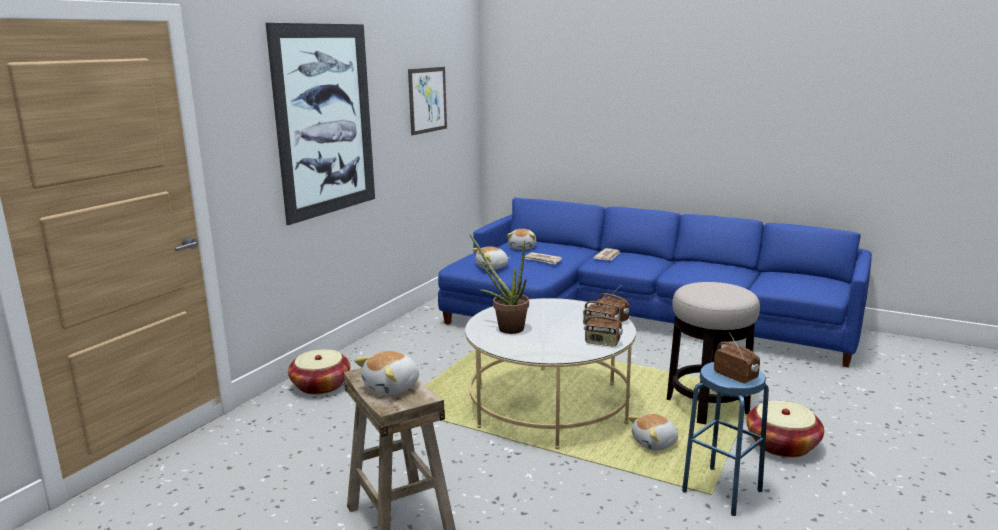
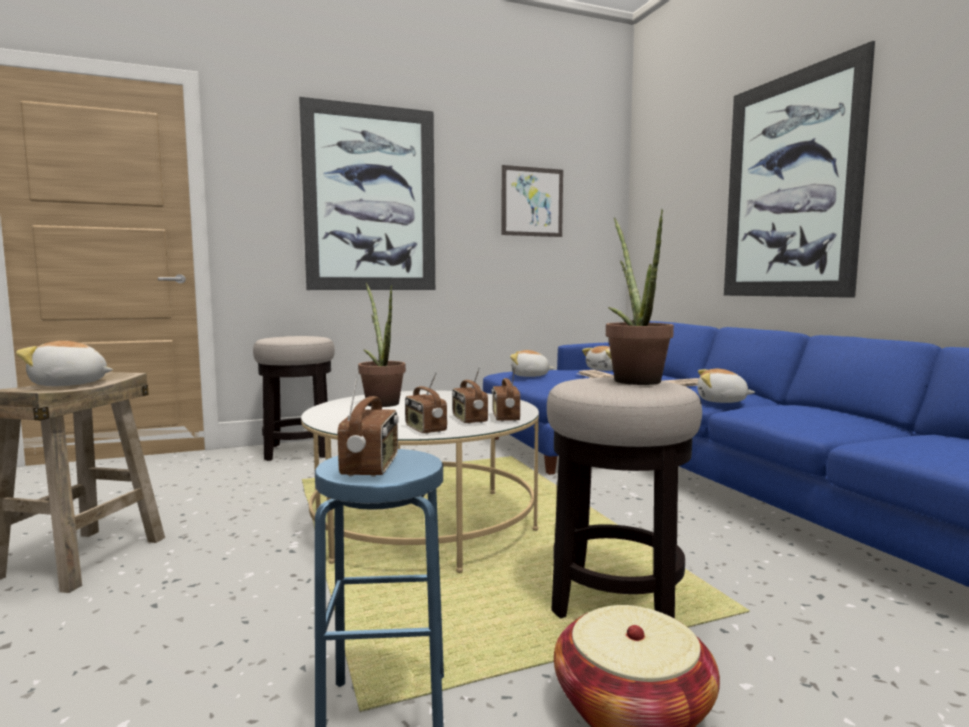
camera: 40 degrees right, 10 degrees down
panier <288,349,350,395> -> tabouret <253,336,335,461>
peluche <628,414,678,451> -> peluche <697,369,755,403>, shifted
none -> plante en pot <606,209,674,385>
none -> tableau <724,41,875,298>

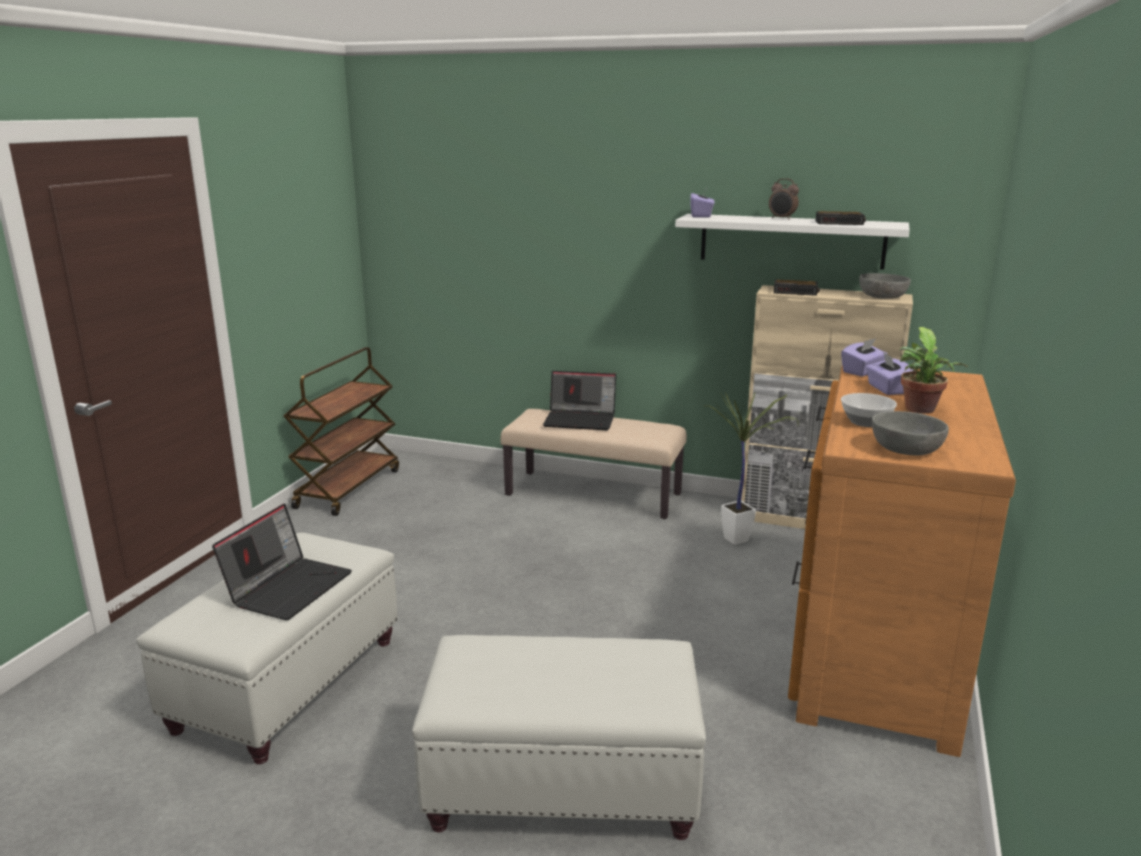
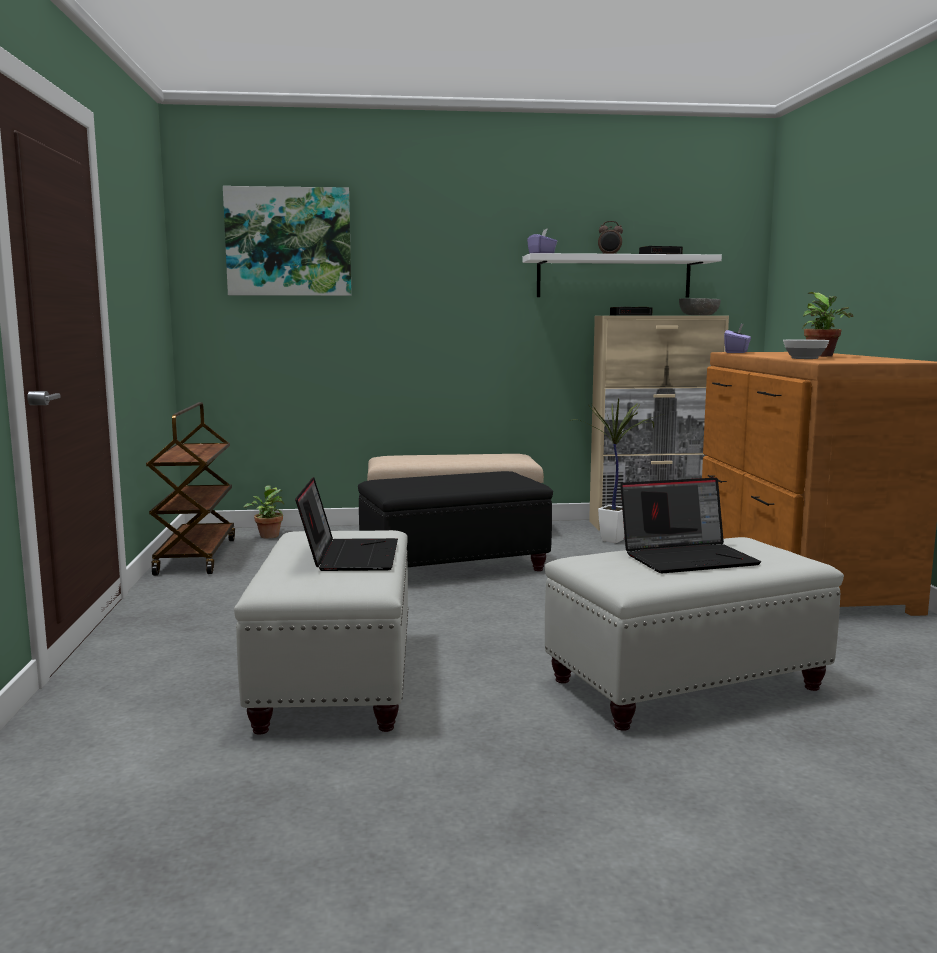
camera: 25 degrees left, 10 degrees down
ordinateur portable <543,371,616,430> -> ordinateur portable <620,478,761,573>, shifted
boîte à mouchoirs (violet) <866,352,913,395> -> none
bol (gris) <872,411,949,455> -> none
none -> tableau <223,186,352,296>
none -> plante en pot <243,485,285,538>
none -> pouf (noir) <358,471,553,571>

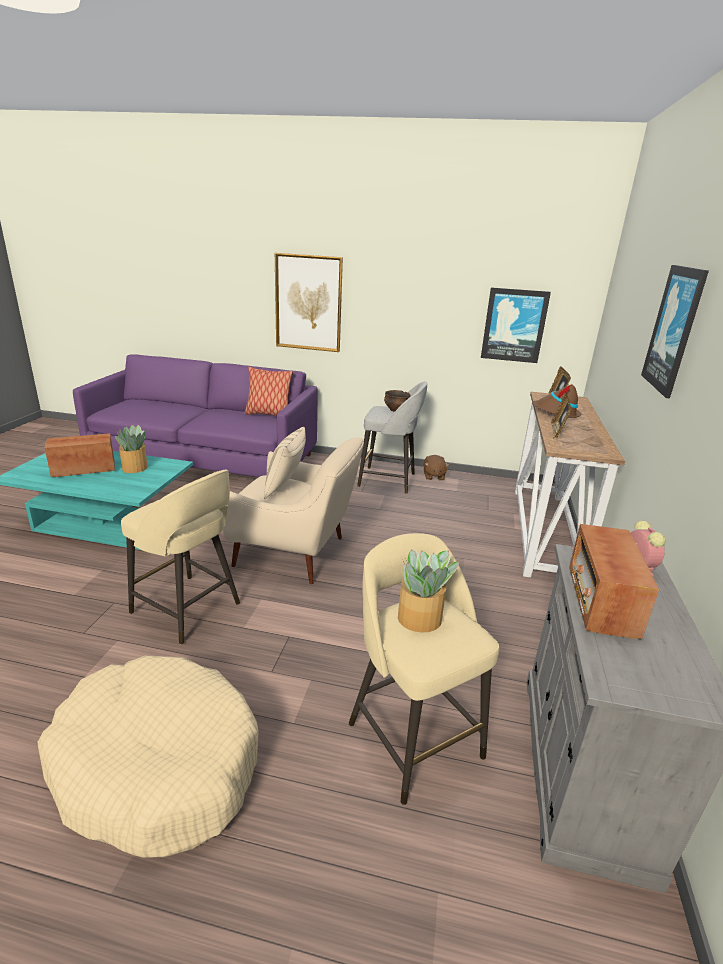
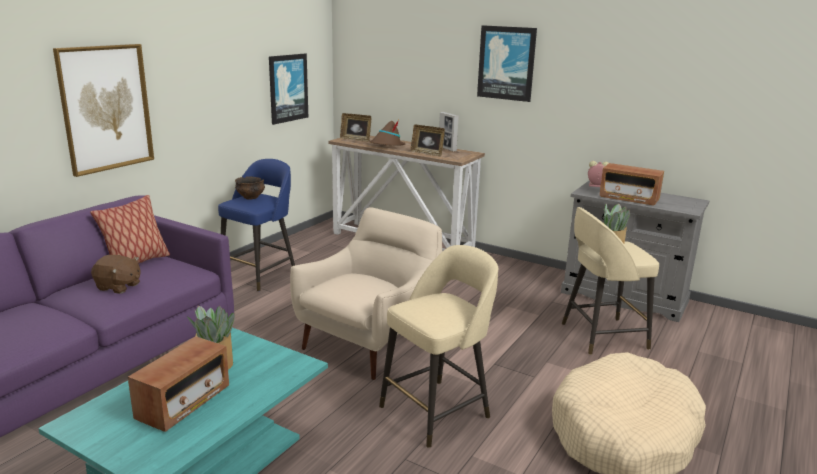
camera: 70 degrees left, 5 degrees down
radio <45,433,115,477> -> radio <128,336,229,432>, 150 degrees counterclockwise
coussin (beige) <264,427,306,499> -> none
tabouret (gris) <357,381,427,494> -> tabouret (bleu) <218,159,295,291>
peluche (marron) <424,455,449,480> -> peluche (marron) <91,255,140,294>, shifted
none -> cadre photo <439,112,459,152>

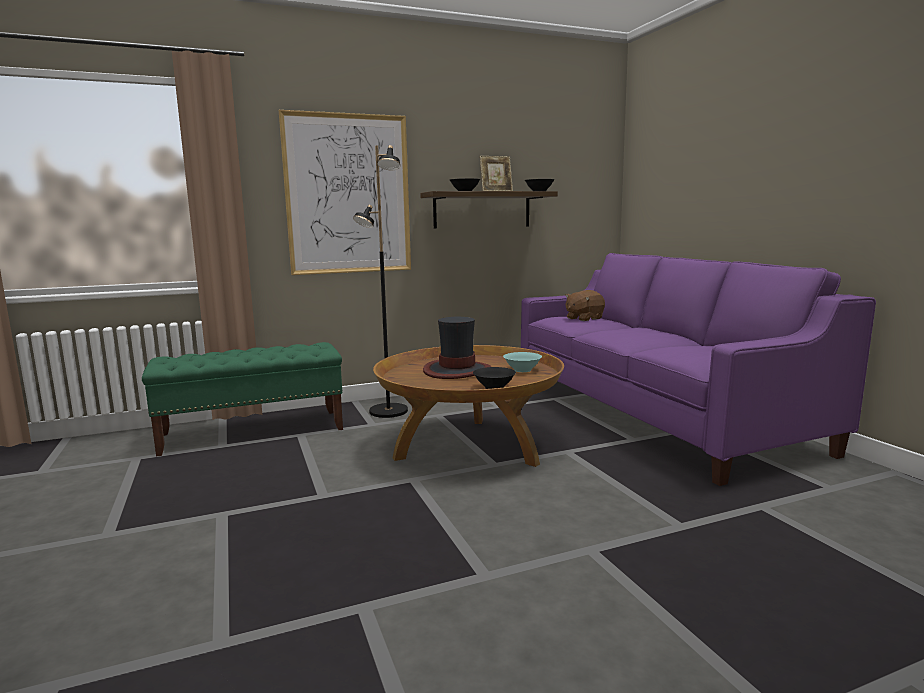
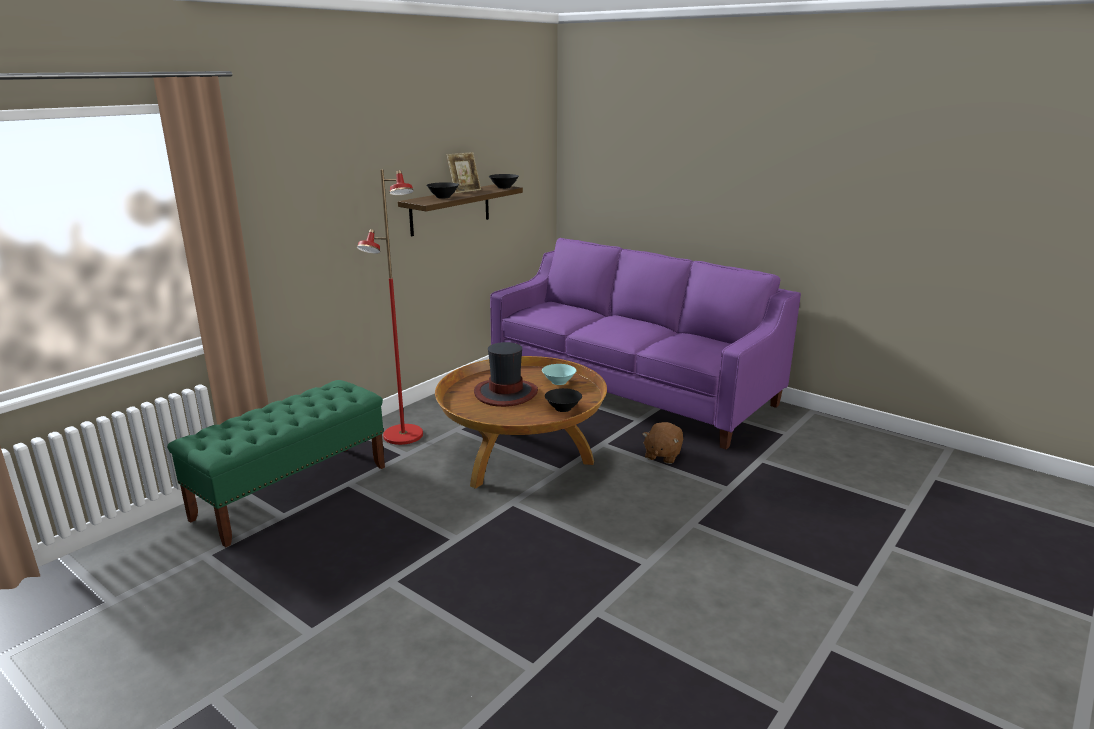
camera: 30 degrees left, 10 degrees up
tableau <279,110,411,275> -> none
lampadaire (noir) <353,145,408,418> -> lampadaire (rouge) <357,169,423,445>
peluche (marron) <565,290,605,321> -> peluche (marron) <643,422,683,464>, shifted

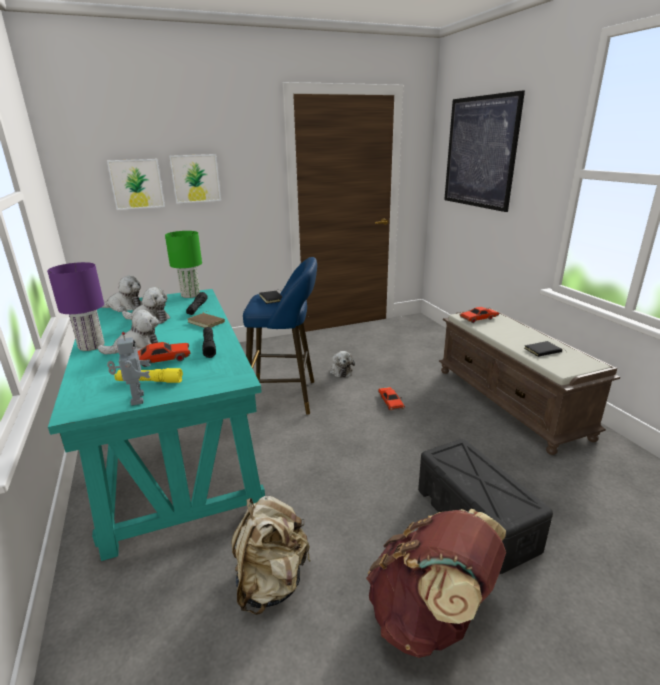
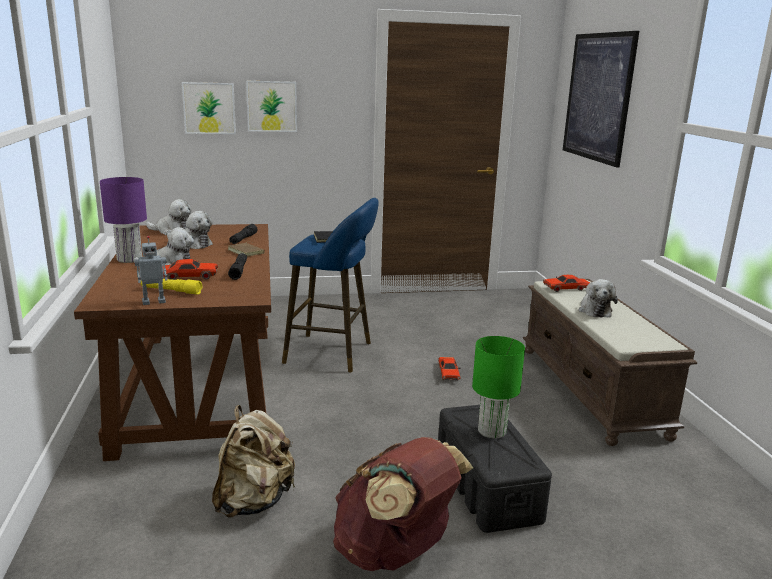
camera: 10 degrees right, 5 degrees down
bureau (turquoise) <48,289,265,561> -> bureau (marron) <74,224,271,461>
robot jouet <107,332,151,406> -> robot jouet <134,236,168,305>, 75 degrees clockwise
lampe de table (vert) <165,231,202,298> -> lampe de table (vert) <472,336,525,439>, shifted
peluche <330,351,355,378> -> peluche <578,279,618,318>, shifted
livre (noir) <524,341,567,357> -> none

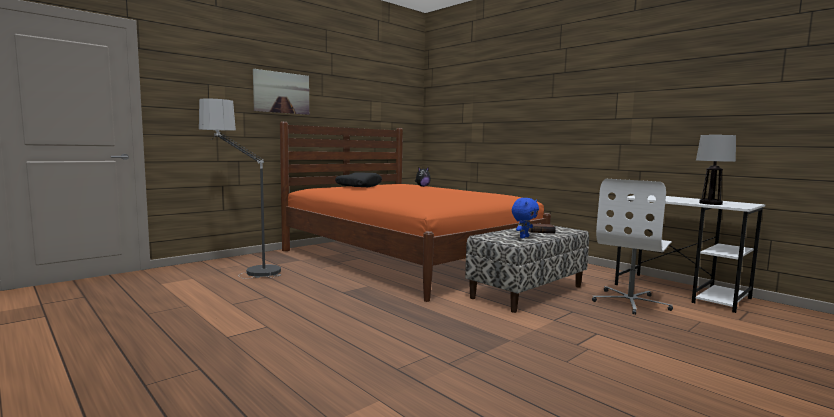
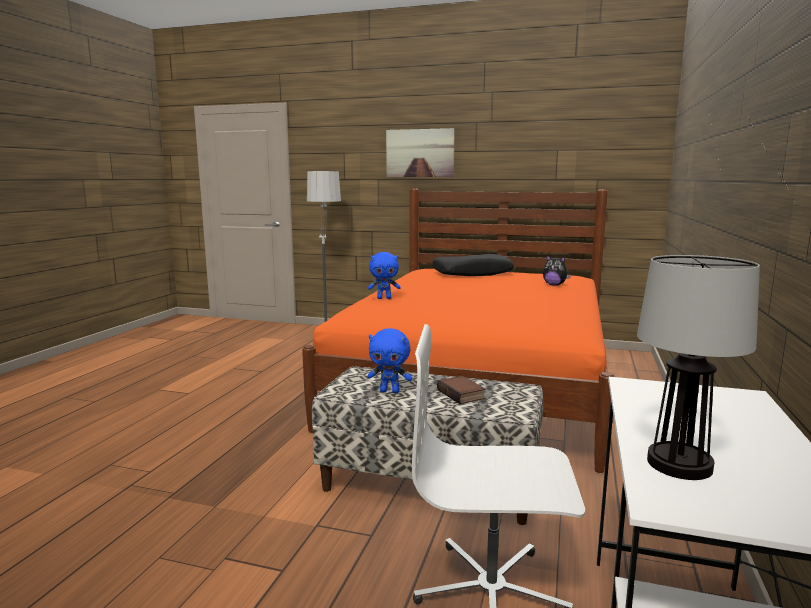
camera: 60 degrees right, 5 degrees up
none -> peluche (bleu) <368,252,401,299>

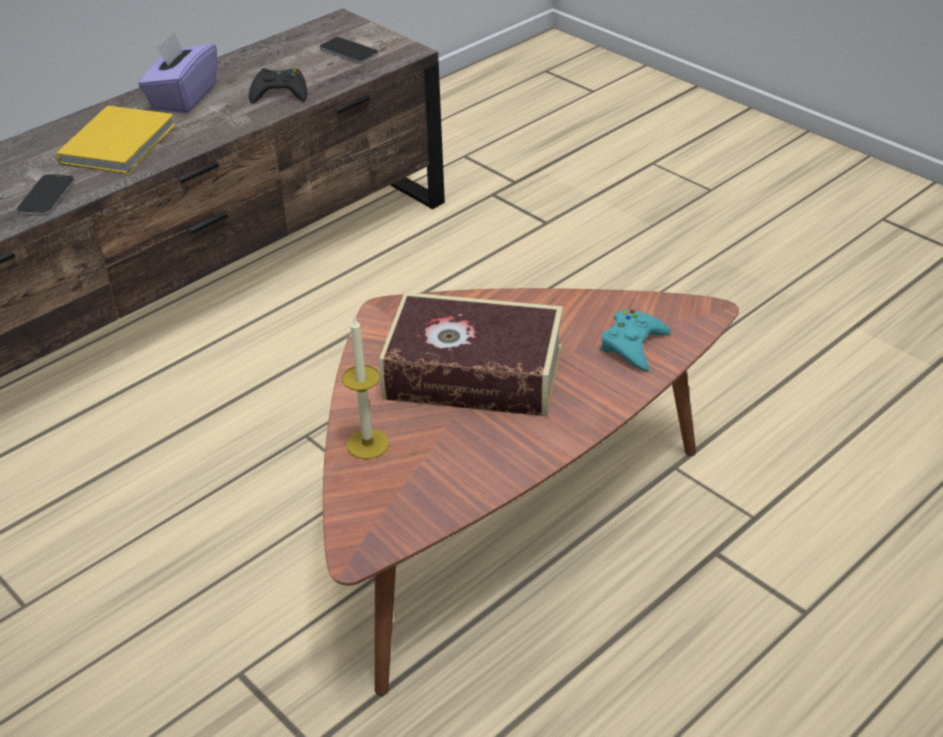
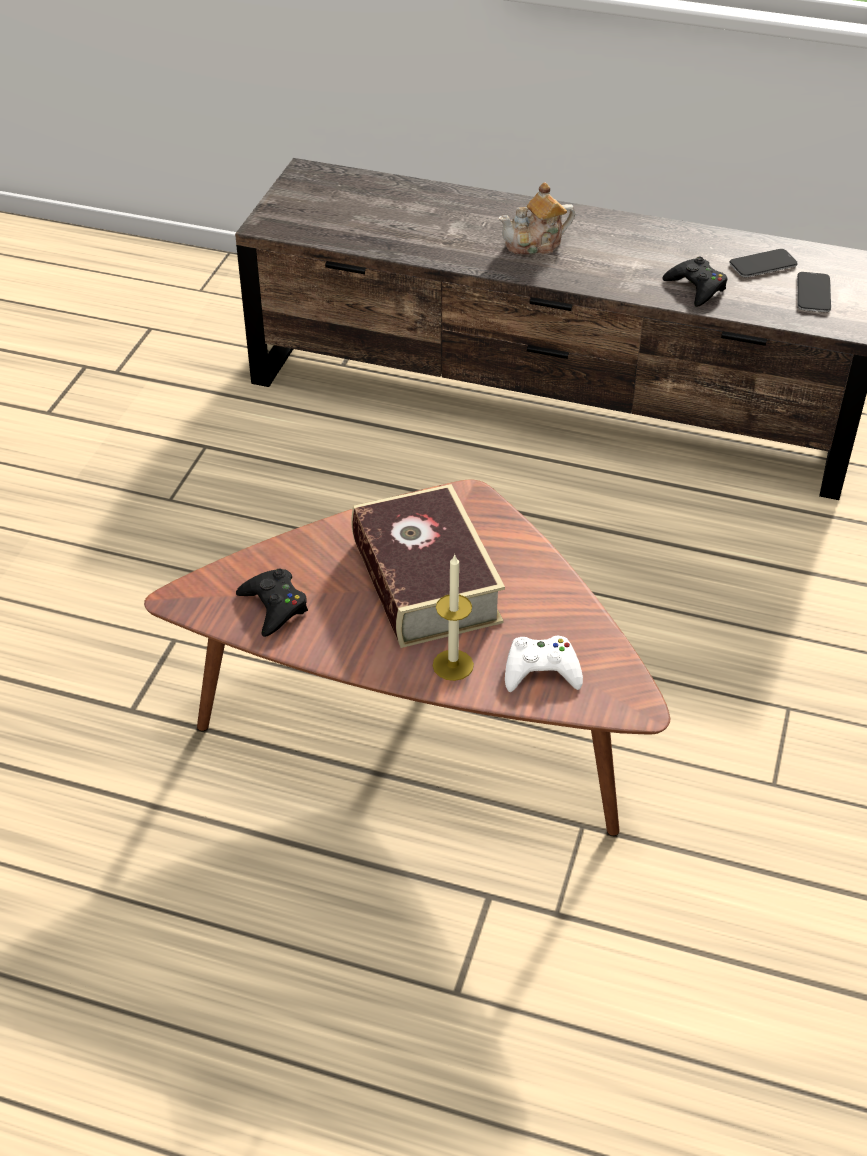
camera: 60 degrees right, 5 degrees up
téléphone <16,174,74,215> -> téléphone <729,249,798,277>, shifted
livre (jaune) <56,106,175,174> -> théière <499,182,575,255>
boîte à mouchoirs (violet) <138,31,217,114> -> none
bougie <342,316,389,459> -> bougie <433,554,474,681>, shifted
manette (turquoise) <601,310,671,371> -> manette (blanc) <505,636,583,692>
none -> manette (noir) <236,569,308,637>

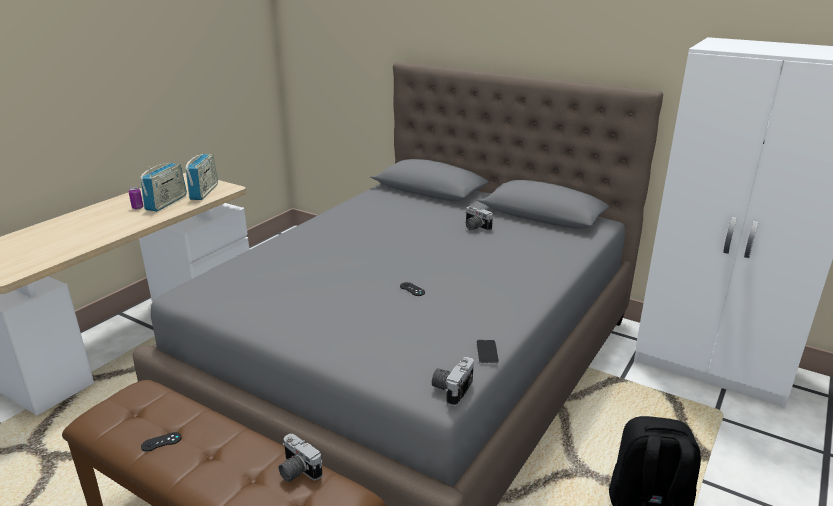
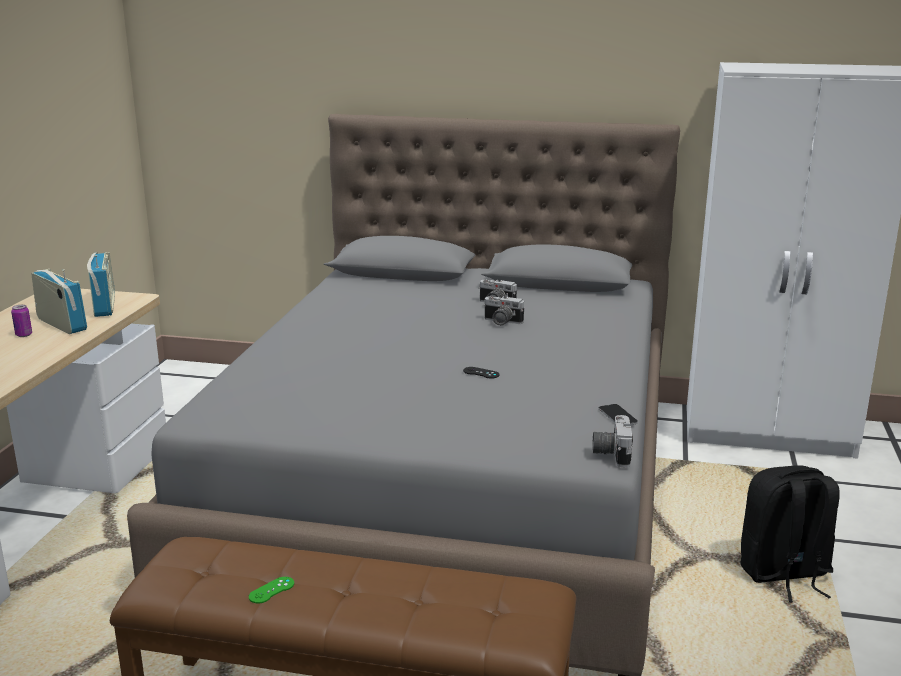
camera: 20 degrees left, 5 degrees down
radio <140,163,187,212> -> radio <31,269,87,334>, 45 degrees counterclockwise
manette (noir) <141,432,182,452> -> manette (vert) <249,577,294,603>
appareil photo <279,434,323,482> -> appareil photo <483,296,525,326>, shifted

